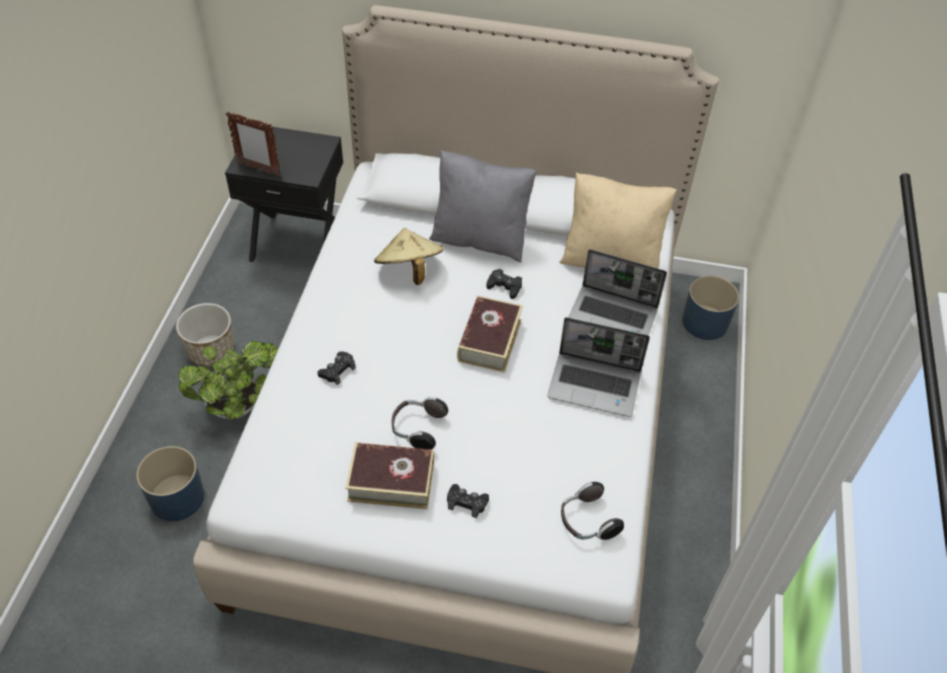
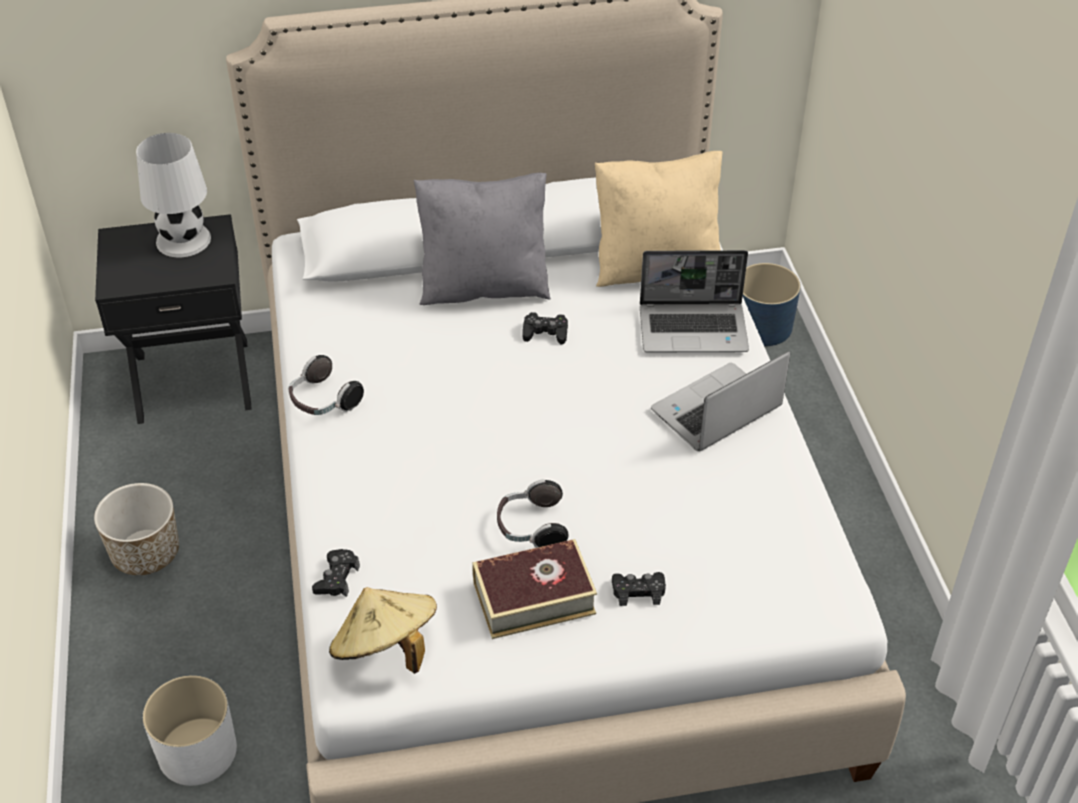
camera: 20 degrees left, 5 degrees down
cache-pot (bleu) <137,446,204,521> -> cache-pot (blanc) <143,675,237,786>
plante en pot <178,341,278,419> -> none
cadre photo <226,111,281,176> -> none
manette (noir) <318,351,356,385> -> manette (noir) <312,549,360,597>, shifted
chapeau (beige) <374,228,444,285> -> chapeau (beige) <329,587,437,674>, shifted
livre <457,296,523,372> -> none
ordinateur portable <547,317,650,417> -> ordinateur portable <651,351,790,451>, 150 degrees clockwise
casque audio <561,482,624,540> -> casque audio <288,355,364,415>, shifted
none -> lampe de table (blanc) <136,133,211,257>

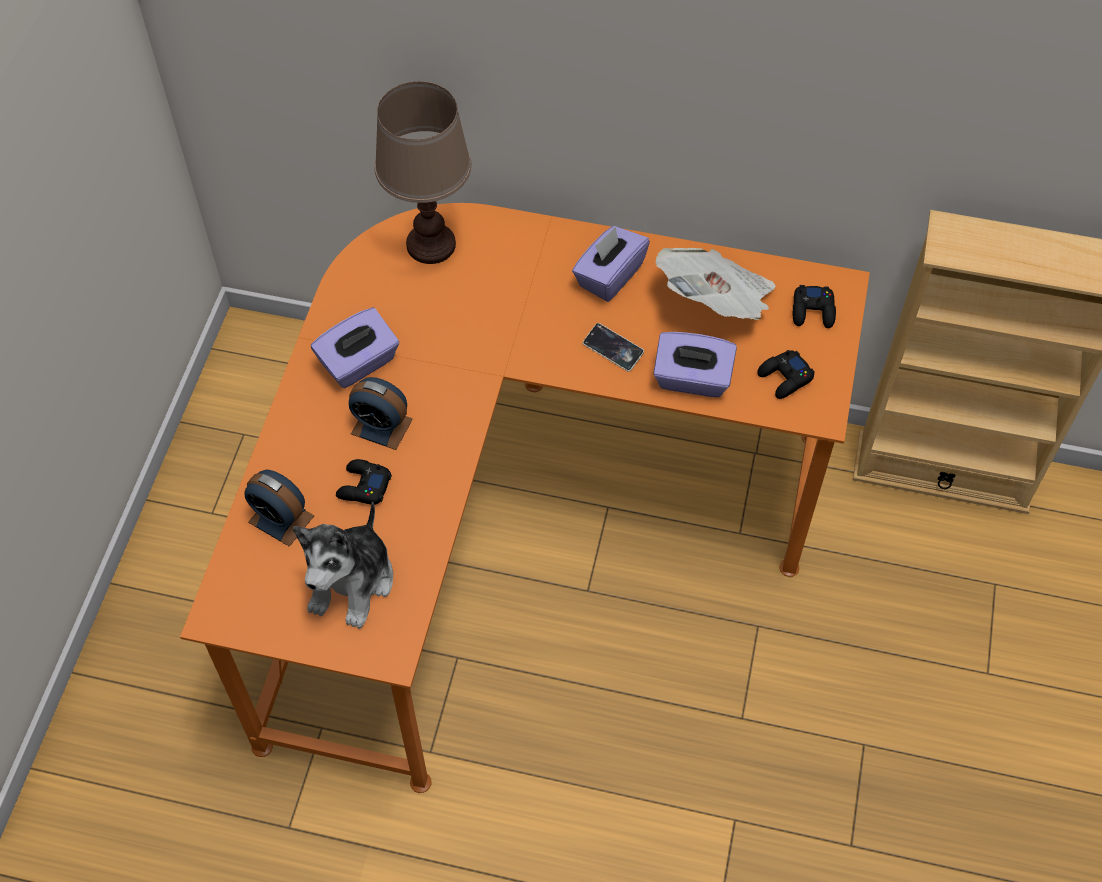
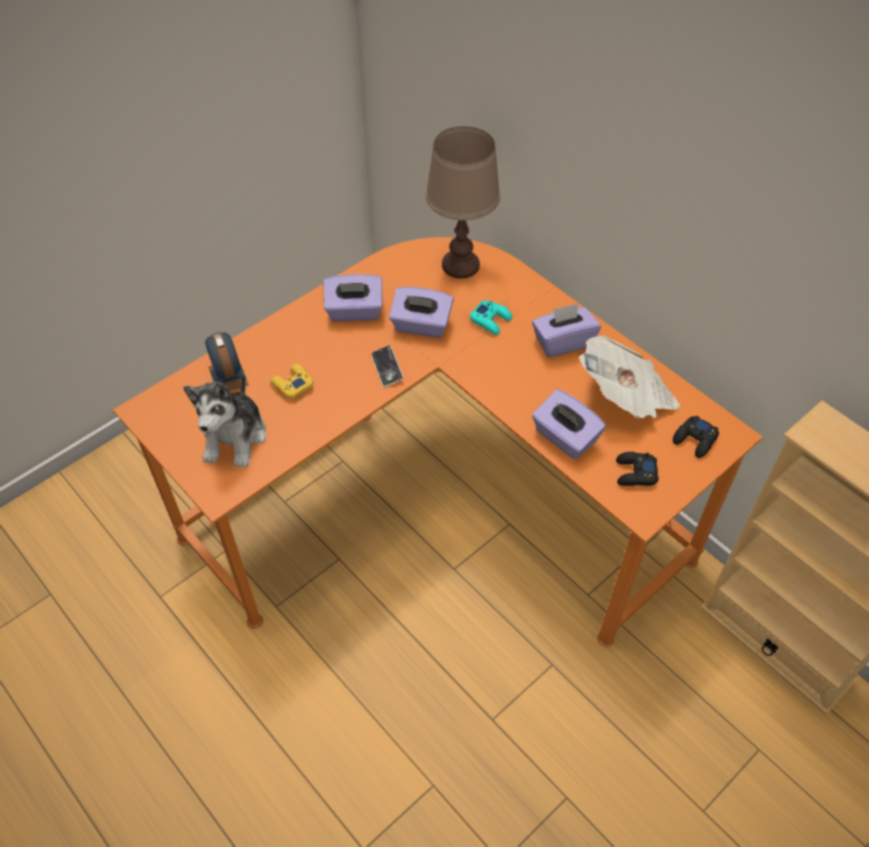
camera: 35 degrees right, 5 degrees down
peluche <293,502,393,629> -> peluche <183,373,266,468>, 45 degrees counterclockwise
manette (noir) <336,459,392,505> -> manette (jaune) <270,364,314,399>
réveil <349,377,413,450> -> none
téléphone <583,323,644,372> -> téléphone <371,345,404,387>, shifted
none -> boîte à mouchoirs (violet) <389,287,454,338>
none -> manette (turquoise) <470,300,512,335>

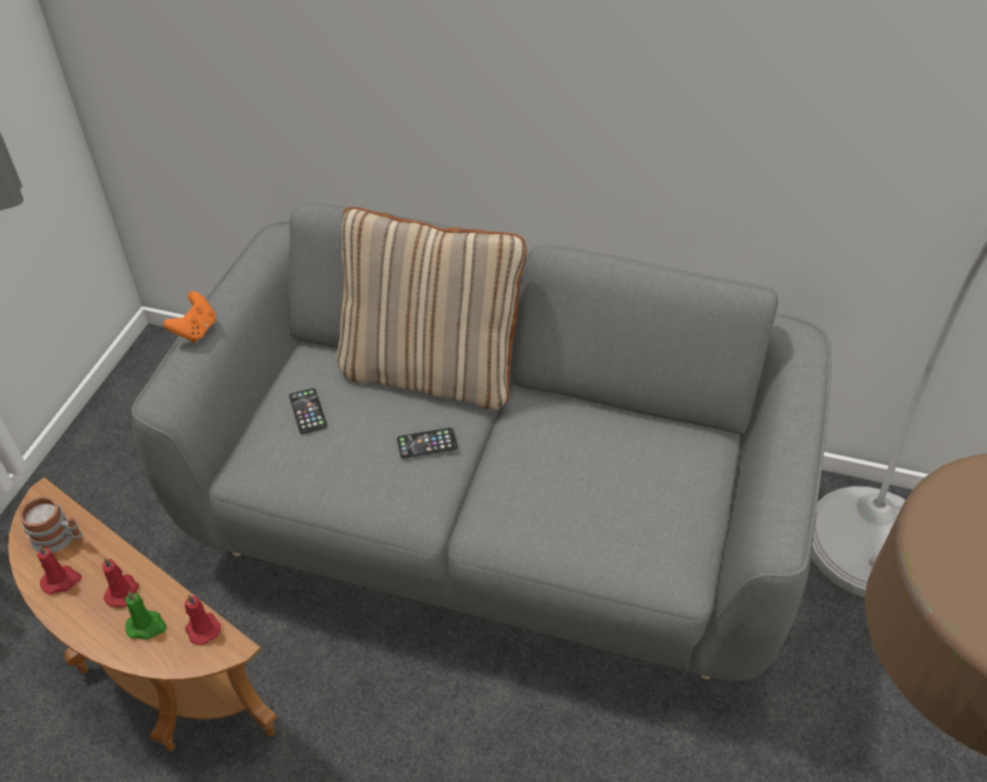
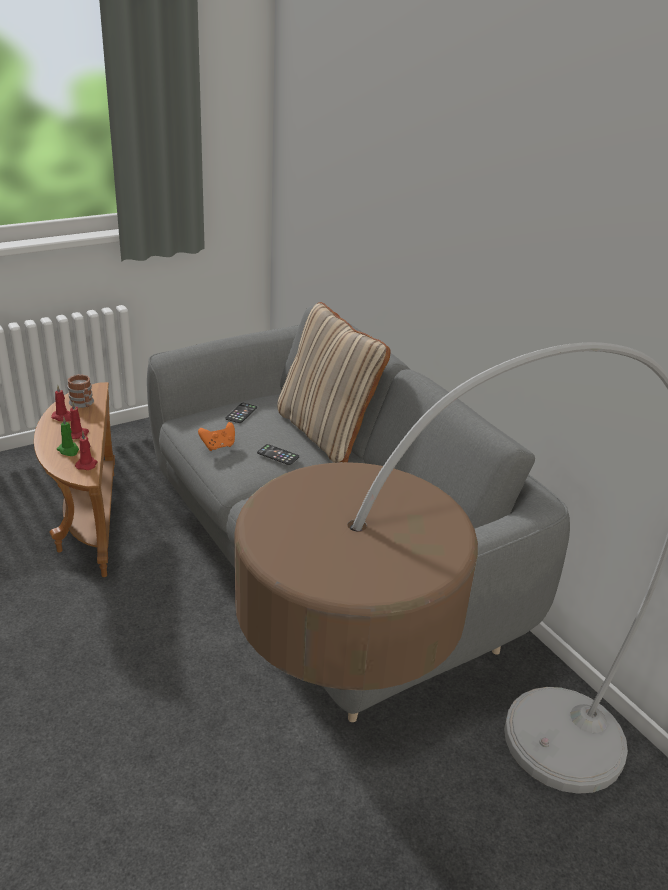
camera: 40 degrees right, 15 degrees down
manette (orange) <163,291,216,343> -> manette (orange) <198,422,235,451>, shifted

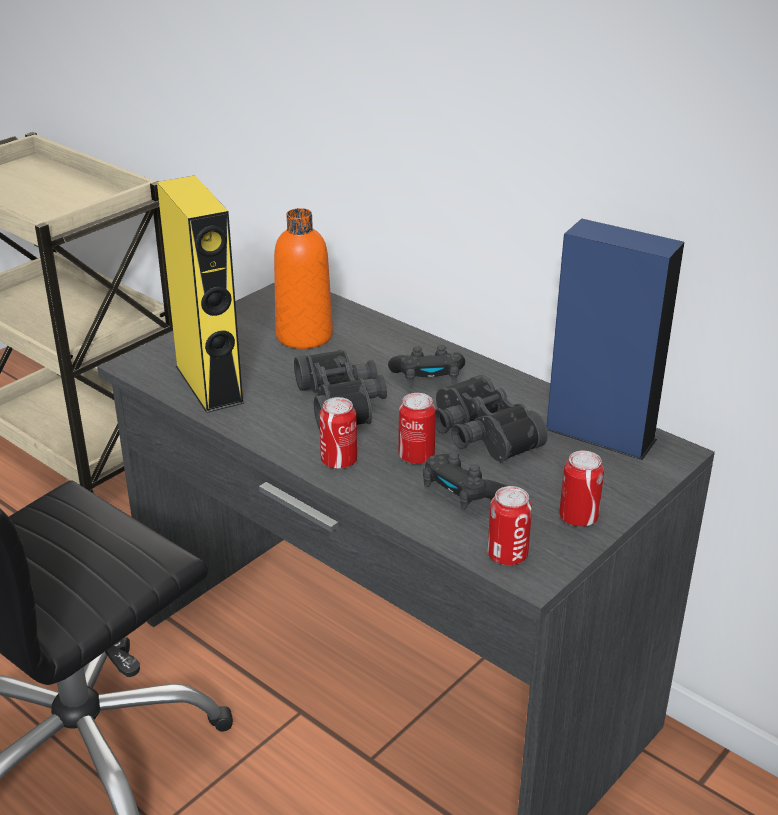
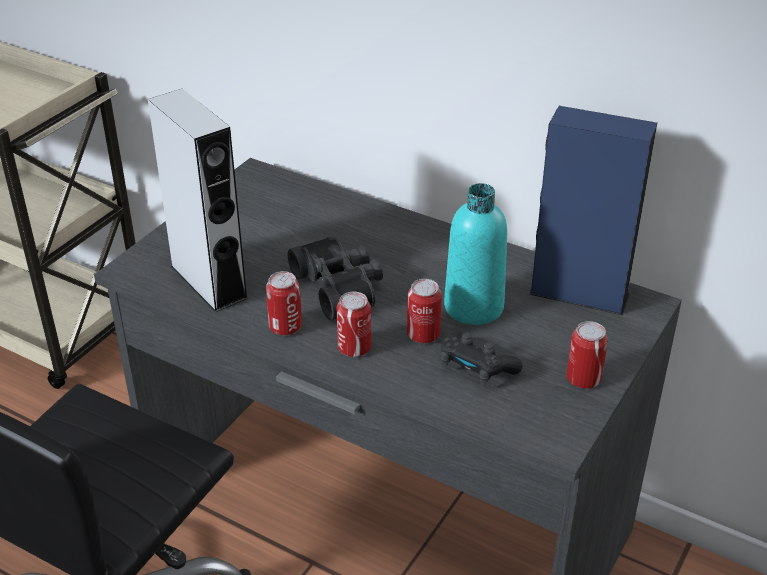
camera: 10 degrees left, 5 degrees up
enceinte (jaune) <157,176,245,413> -> enceinte (gris) <148,89,249,313>
bouteille (orange) <274,208,333,349> -> none
manette (noir) <388,345,465,385> -> none
jumelles (noir) <435,374,548,462> -> bouteille (turquoise) <444,183,507,325>
boîte métallique <487,486,532,565> -> boîte métallique <266,271,302,335>, shifted

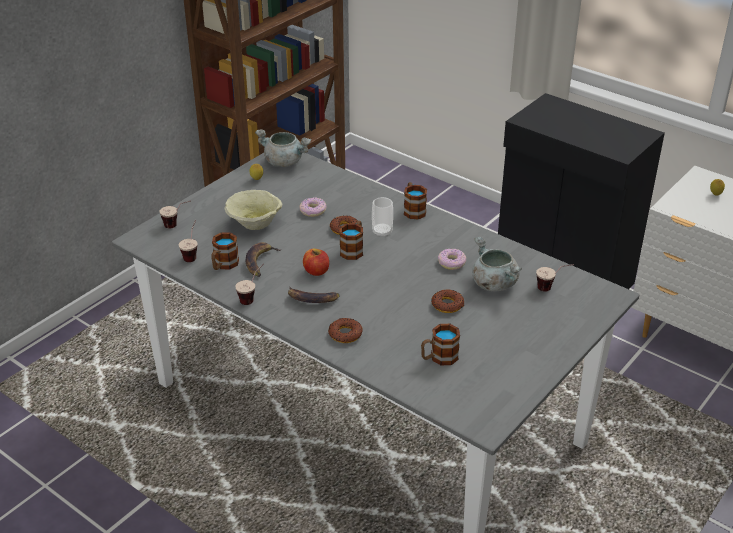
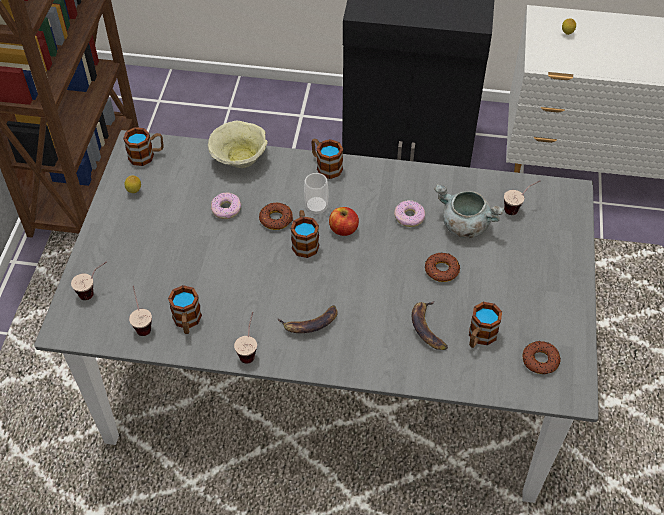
camera: 30 degrees left, 15 degrees up
bol (beige) <224,190,282,230> -> bol (beige) <208,121,268,168>, shifted
banane <245,242,282,277> -> banane <412,301,448,350>, shifted
marmite (gris) <255,129,312,167> -> mug <123,127,164,166>
pomme <303,249,329,276> -> pomme <329,207,359,236>, shifted
beignet <328,318,363,343> -> beignet <523,341,561,374>, shifted

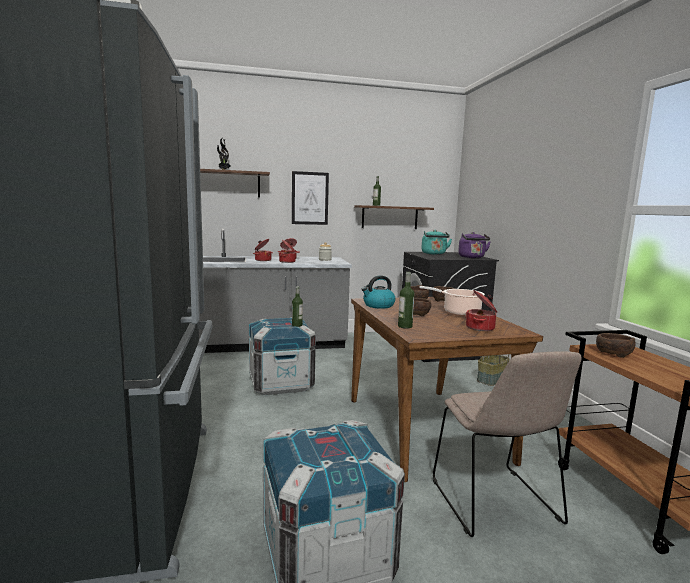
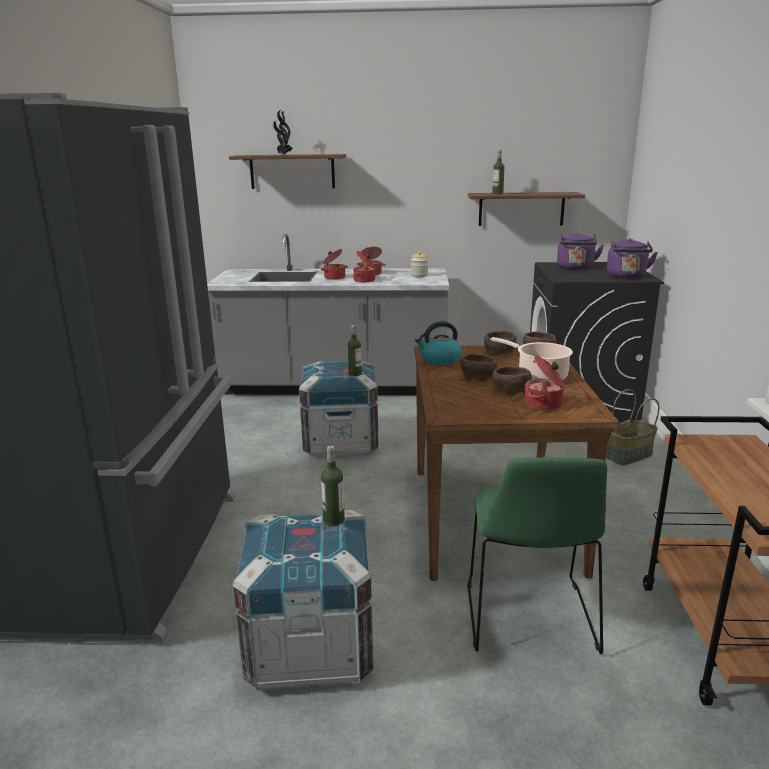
camera: 15 degrees right, 10 degrees up
tableau <292,171,329,225> -> none
bouteille <398,272,415,328> -> bouteille <321,446,345,526>, shifted
bouilloire (turquoise) <422,230,452,255> -> bouilloire (violet) <557,232,604,269>
chaise (beige) <433,352,581,537> -> chaise (vert) <467,457,607,655>
bol (marron) <596,333,635,358> -> bol (marron) <493,366,532,396>, shifted

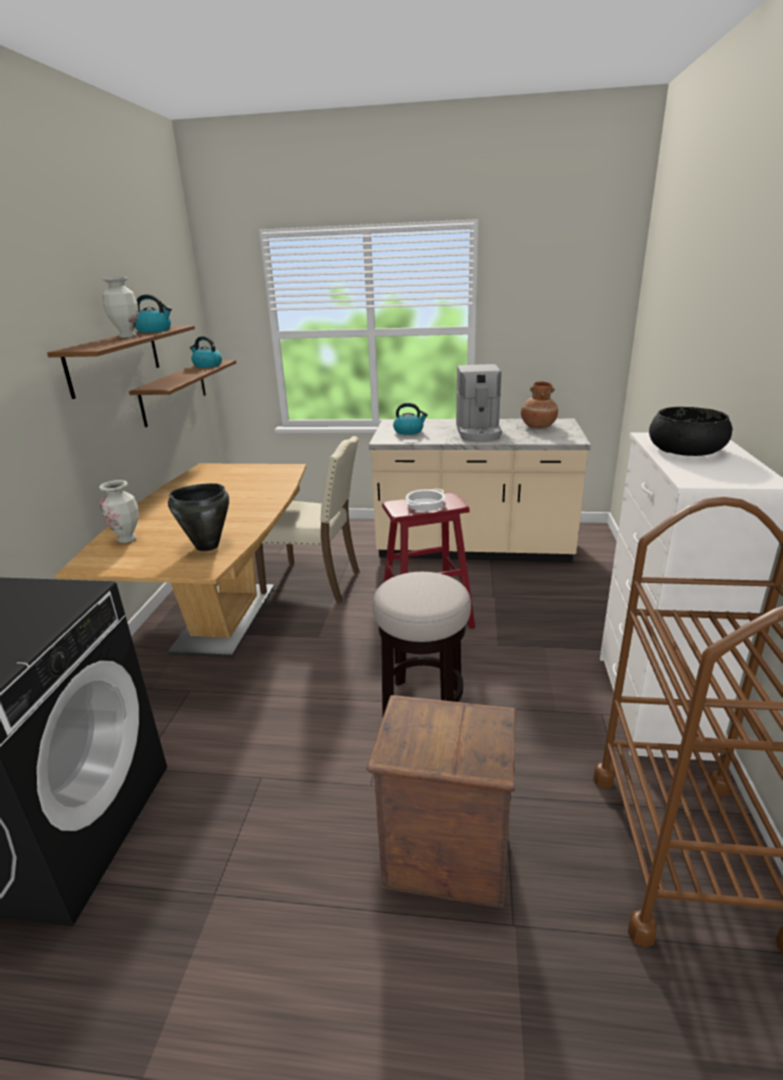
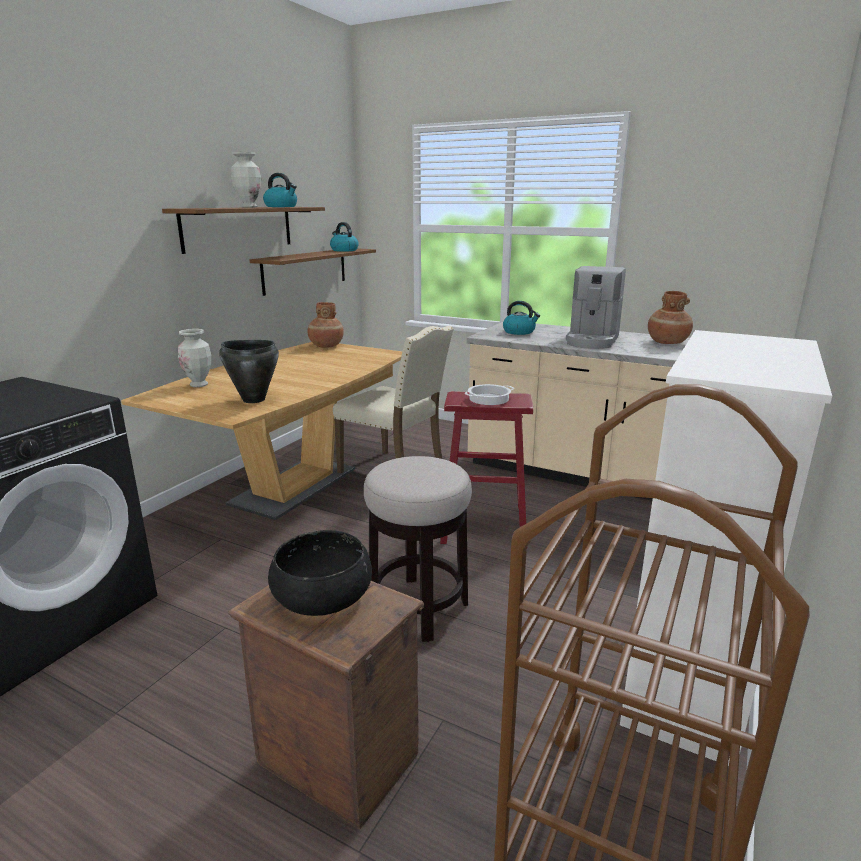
camera: 20 degrees right, 5 degrees down
bol (noir) <649,407,732,456> -> bol (noir) <268,530,372,616>, shifted
none -> vase (marron) <307,302,344,348>

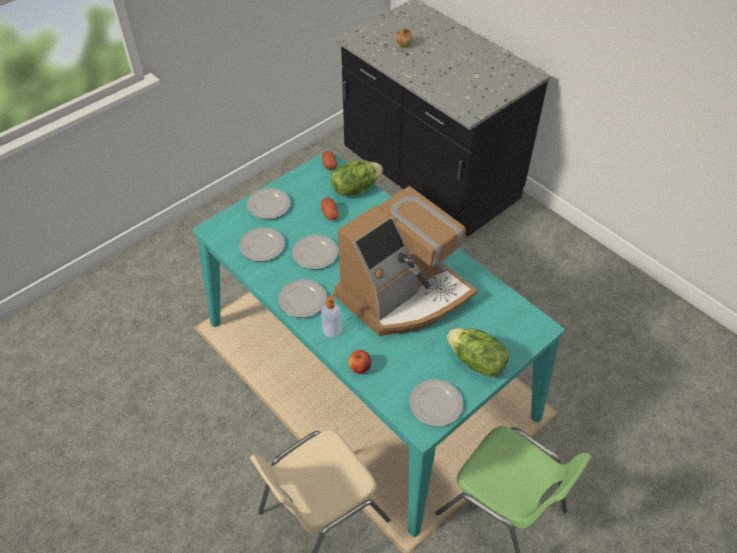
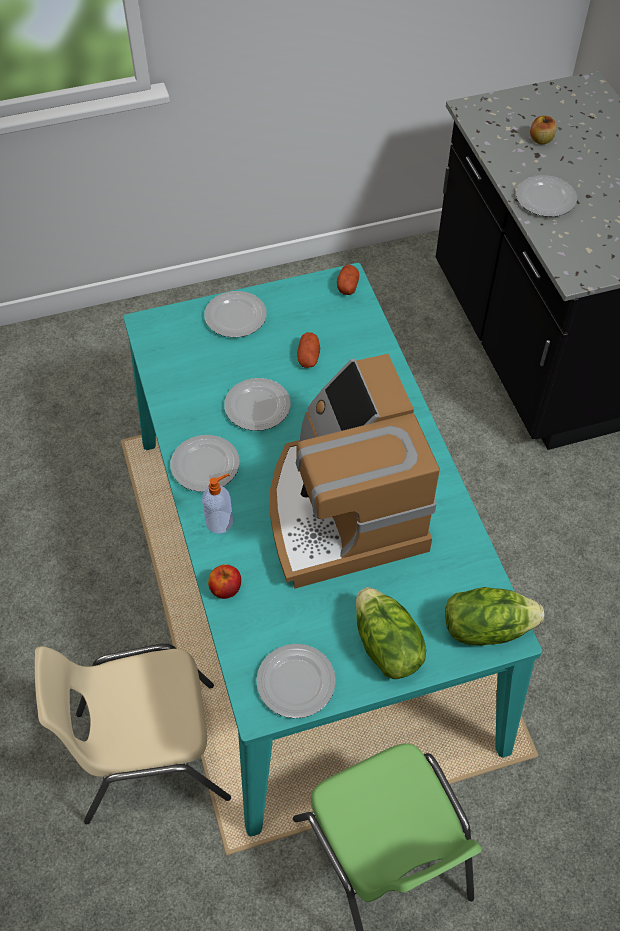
camera: 25 degrees right, 5 degrees up
assiette <239,227,285,261> -> assiette <516,175,577,217>, shifted
laitue <331,160,383,196> -> laitue <445,587,544,646>, shifted
machine à café <334,186,477,336> -> machine à café <270,354,440,589>, 90 degrees clockwise

